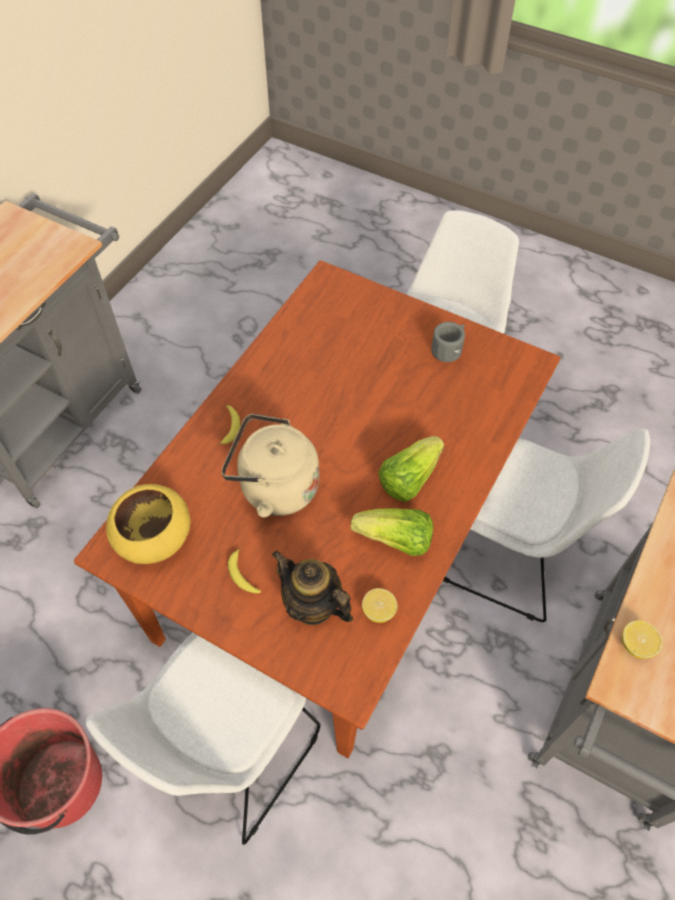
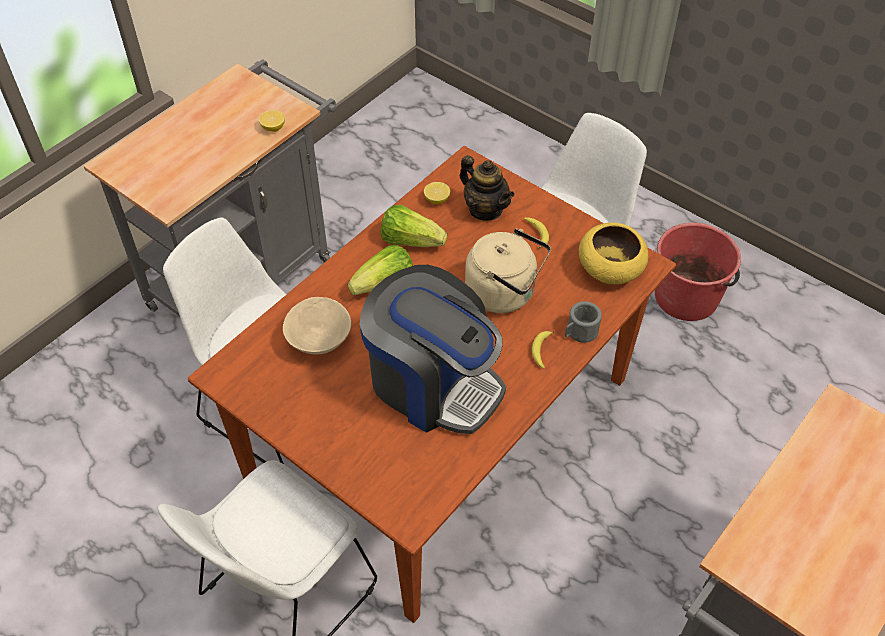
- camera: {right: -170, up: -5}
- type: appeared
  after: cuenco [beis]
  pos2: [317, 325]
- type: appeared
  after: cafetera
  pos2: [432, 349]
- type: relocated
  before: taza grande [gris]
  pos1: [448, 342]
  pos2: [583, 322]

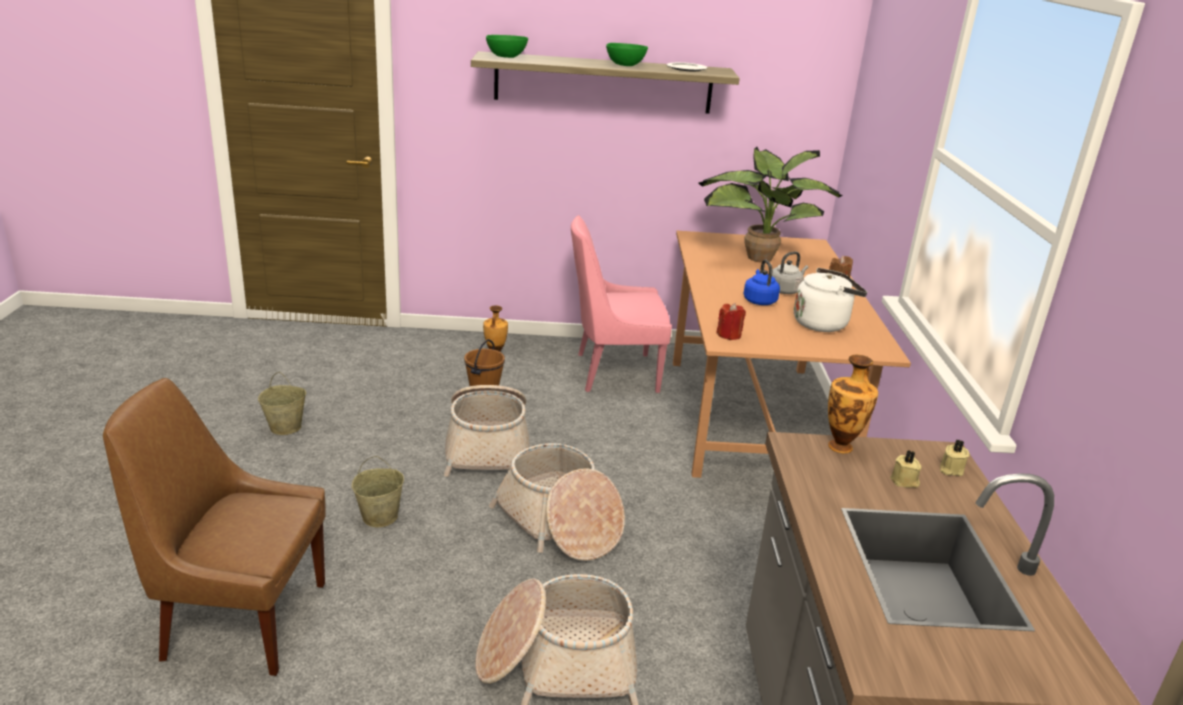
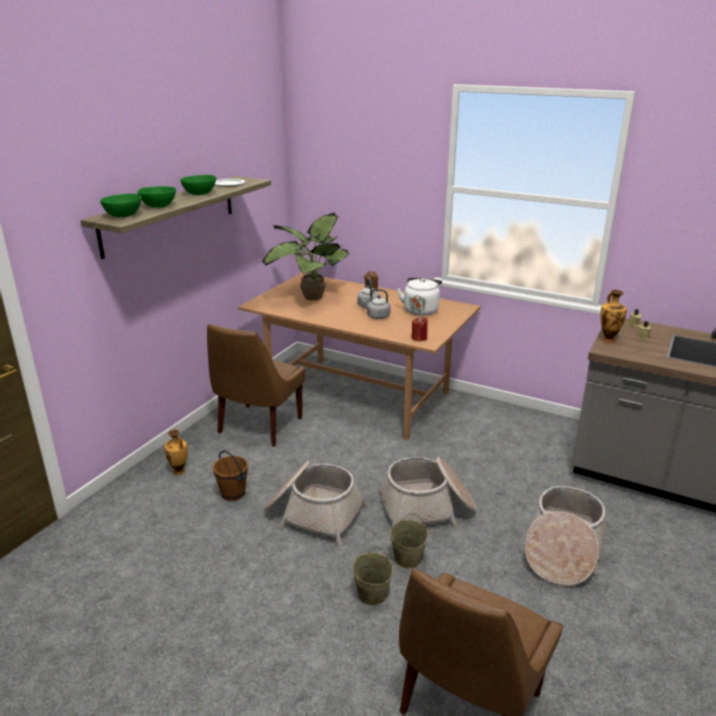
- camera: {right: -60, up: 0}
- type: appeared
  after: cuenco [verde]
  pos2: [156, 197]
- type: colour
  before: silla [rosa]
  after: silla [marrón]
  pos1: [621, 304]
  pos2: [256, 385]
- type: colour
  before: hervidor [azul]
  after: hervidor [gris]
  pos1: [761, 282]
  pos2: [376, 304]
- type: relocated
  before: cubo [beis]
  pos1: [282, 403]
  pos2: [409, 541]

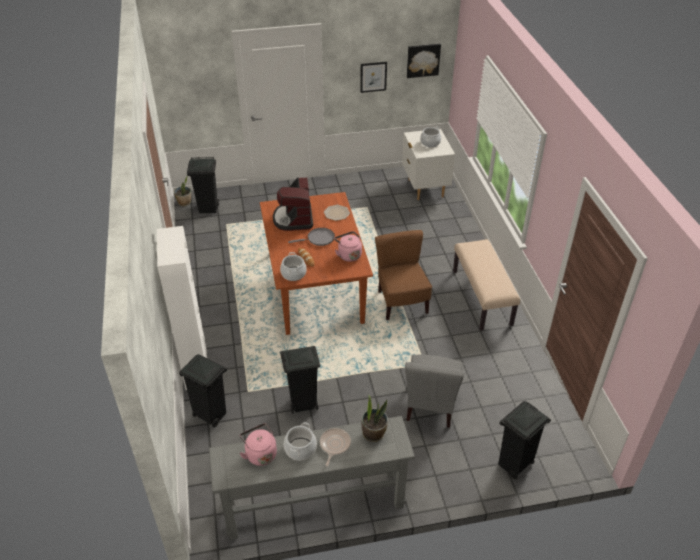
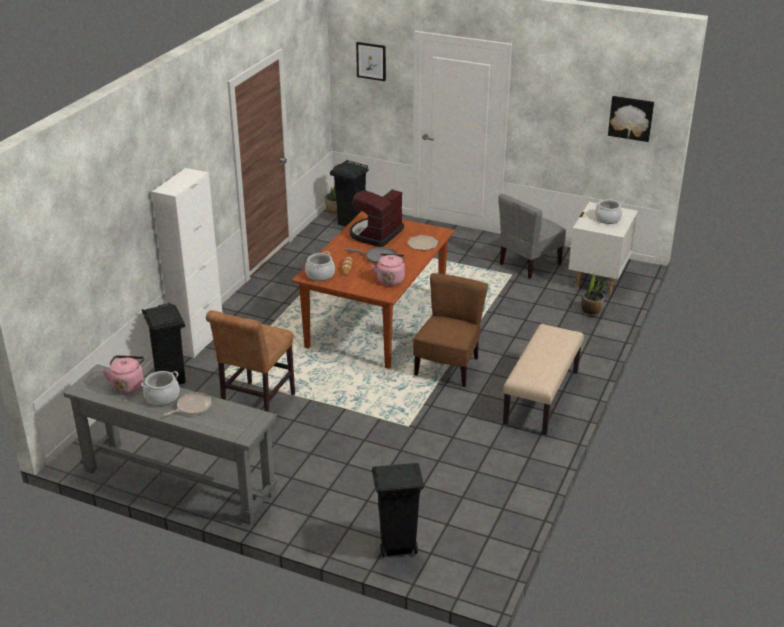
- camera: {right: 35, up: -10}
- type: exchanged
  before: papelera [negro]
  after: silla [marrón]
  pos1: [300, 380]
  pos2: [250, 361]
- type: relocated
  before: cuadro
  pos1: [373, 77]
  pos2: [371, 61]
- type: relocated
  before: silla [gris]
  pos1: [434, 391]
  pos2: [532, 236]
- type: relocated
  before: planta en maceta
  pos1: [375, 418]
  pos2: [594, 294]

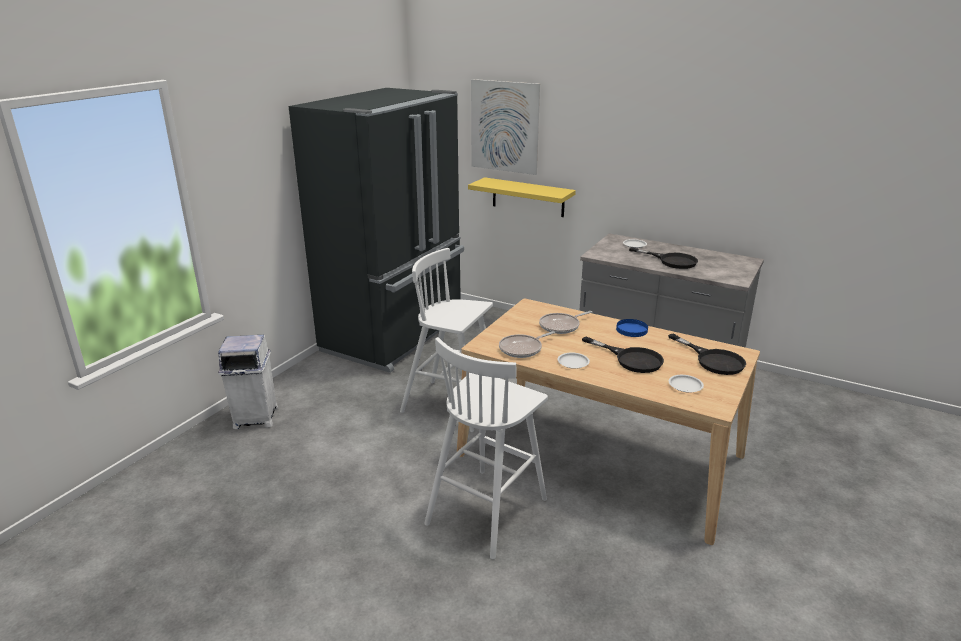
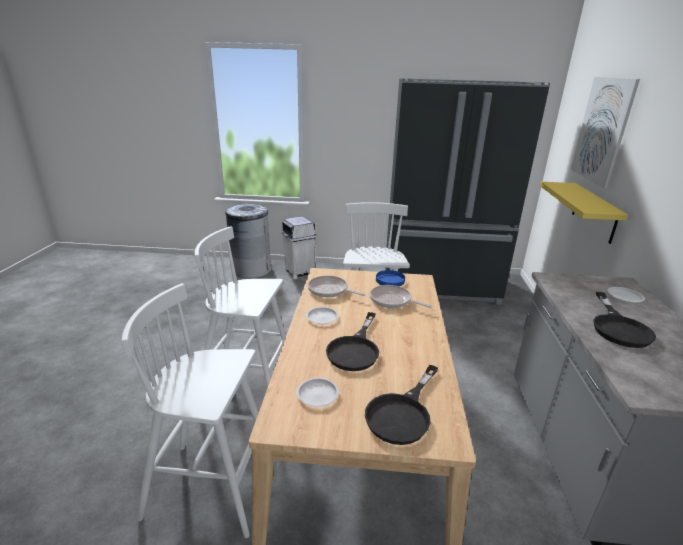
- camera: {right: 65, up: 0}
- type: appeared
  after: taburete [blanco]
  pos2: [198, 410]
- type: appeared
  after: papelera [gris]
  pos2: [248, 241]
- type: relocated
  before: plato [azul]
  pos1: [632, 328]
  pos2: [390, 278]

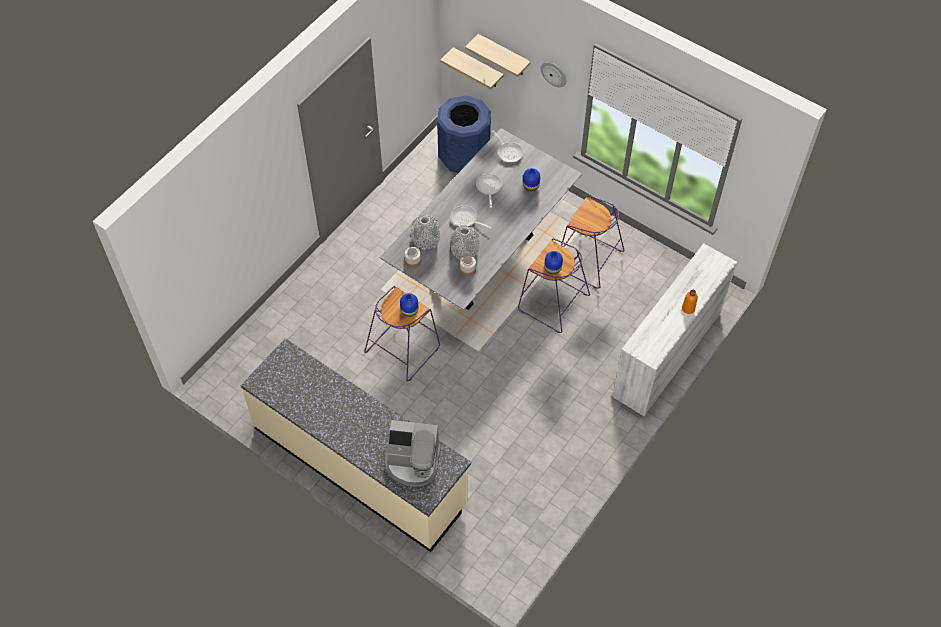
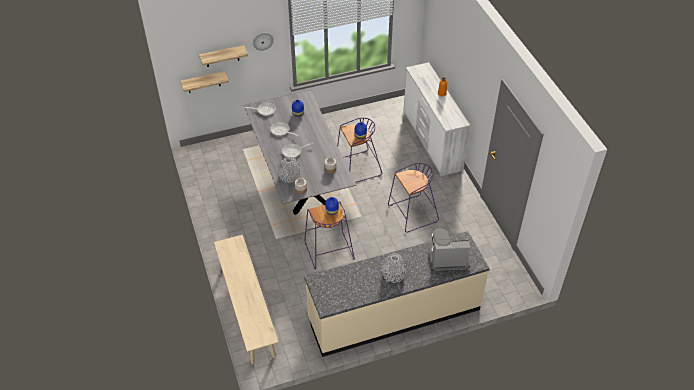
- camera: {right: -55, up: -10}
- type: appeared
  after: banco [beis]
  pos2: [246, 299]
- type: relocated
  before: florero [gris]
  pos1: [464, 242]
  pos2: [394, 268]
- type: relocated
  before: taburete [morado]
  pos1: [593, 242]
  pos2: [413, 197]
- type: spun
  before: cafetera
  pos1: [413, 453]
  pos2: [449, 250]
  turn: -135
- type: missing
  before: papelera [azul]
  pos1: [464, 134]

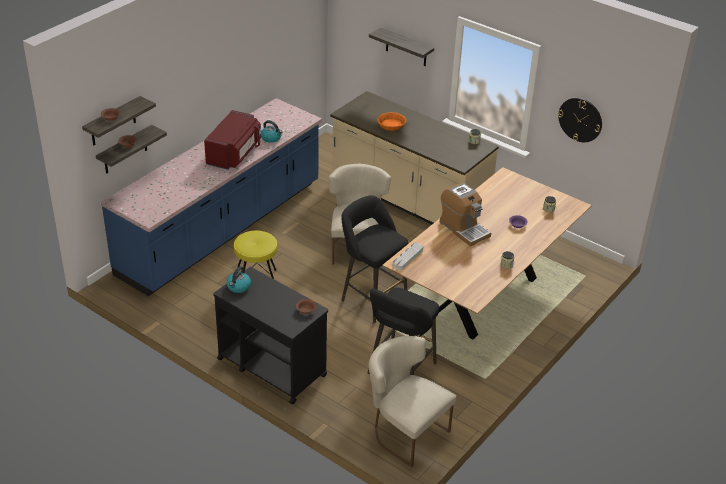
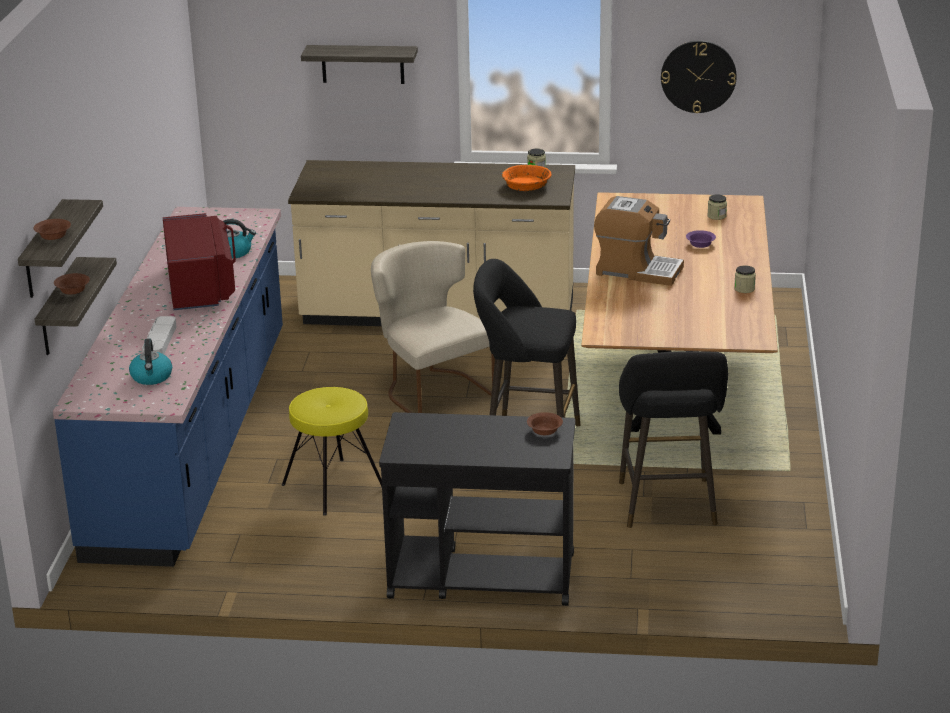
- camera: {right: -30, up: -10}
- type: relocated
  before: hervidor
  pos1: [238, 279]
  pos2: [150, 362]
- type: relocated
  before: bandeja [gris]
  pos1: [408, 256]
  pos2: [159, 335]
- type: relocated
  before: cuenco [naranja]
  pos1: [392, 121]
  pos2: [527, 177]
- type: missing
  before: silla [beis]
  pos1: [412, 401]

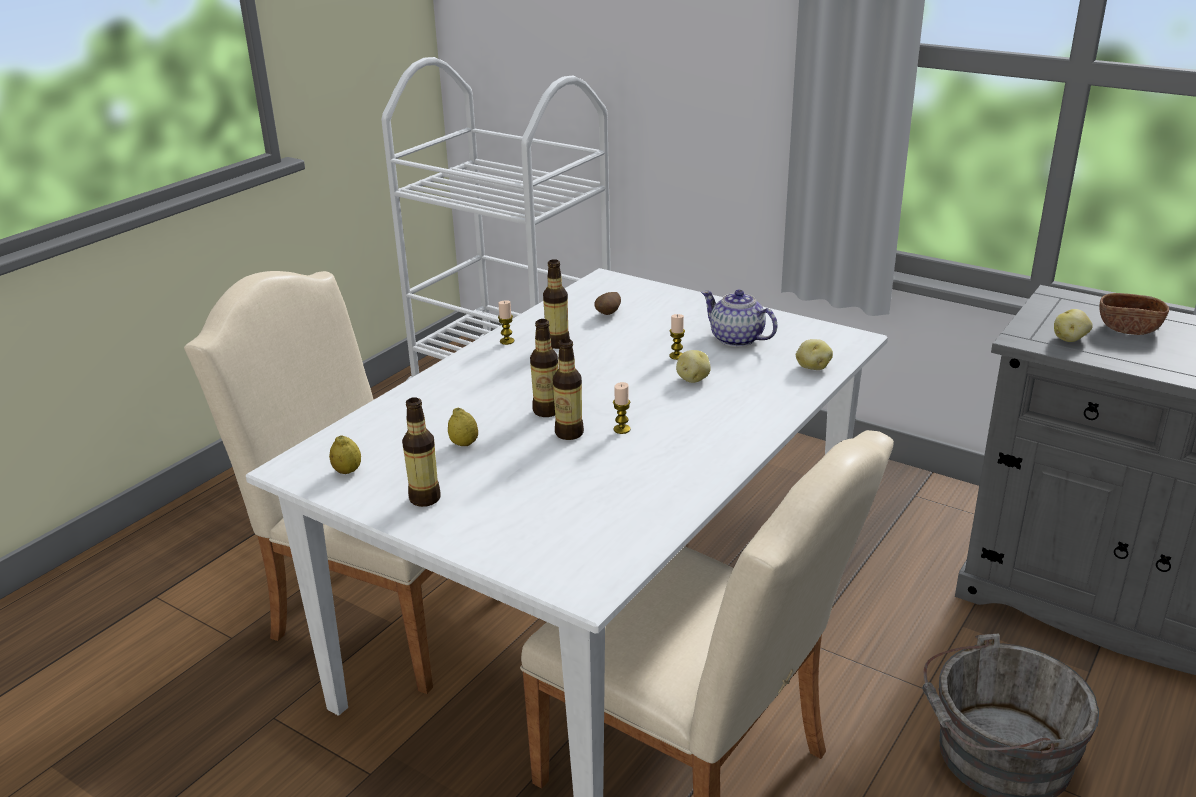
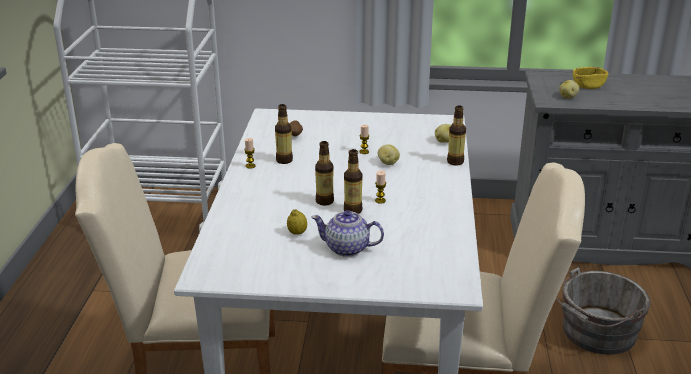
- camera: {right: -30, up: 0}
- type: relocated
  before: tetera
  pos1: [739, 318]
  pos2: [347, 233]
- type: relocated
  before: botella
  pos1: [421, 452]
  pos2: [456, 135]
- type: colour
  before: cuenco [marrón]
  after: cuenco [amarillo]
  pos1: [1134, 314]
  pos2: [590, 78]
- type: missing
  before: limón
  pos1: [345, 454]

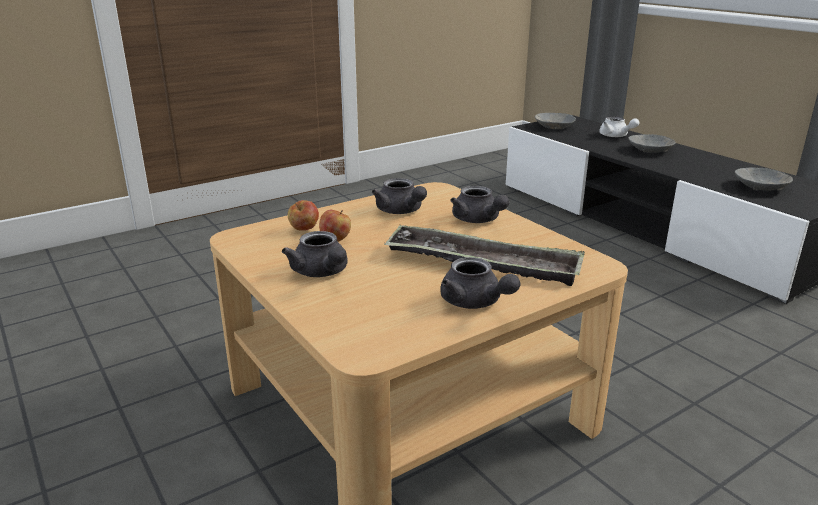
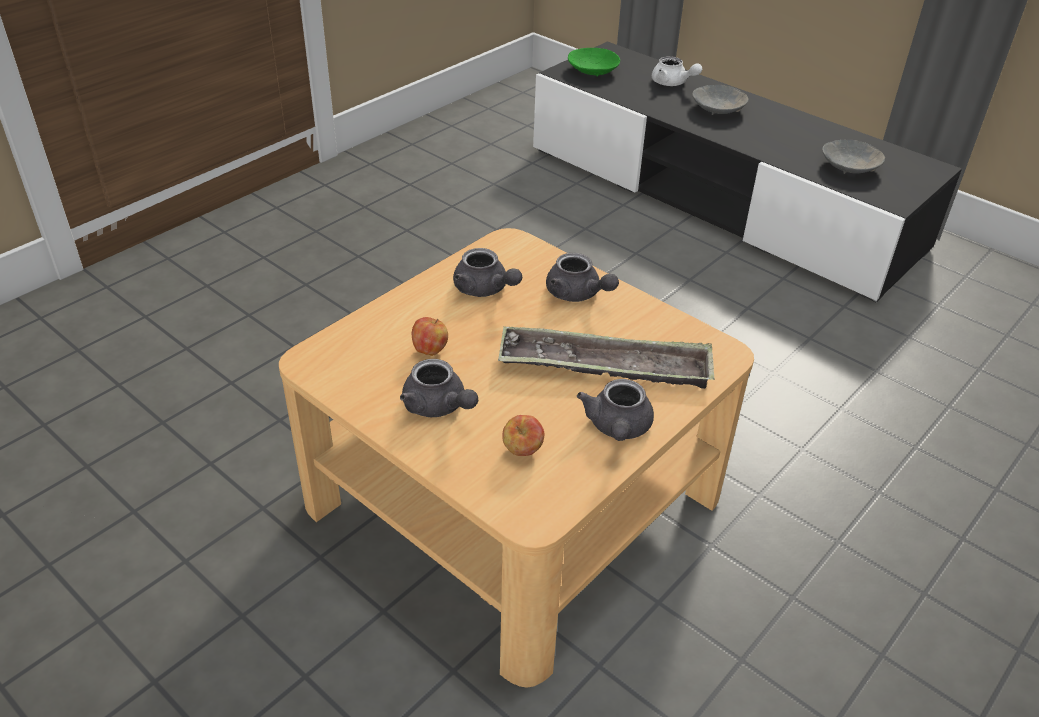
- camera: {right: -15, up: 15}
- type: relocated
  before: manzana
  pos1: [303, 215]
  pos2: [523, 435]
- type: colour
  before: cuenco [gris]
  after: cuenco [verde]
  pos1: [555, 121]
  pos2: [594, 62]
- type: spun
  before: tetera [gris]
  pos1: [480, 283]
  pos2: [615, 410]
  turn: 60

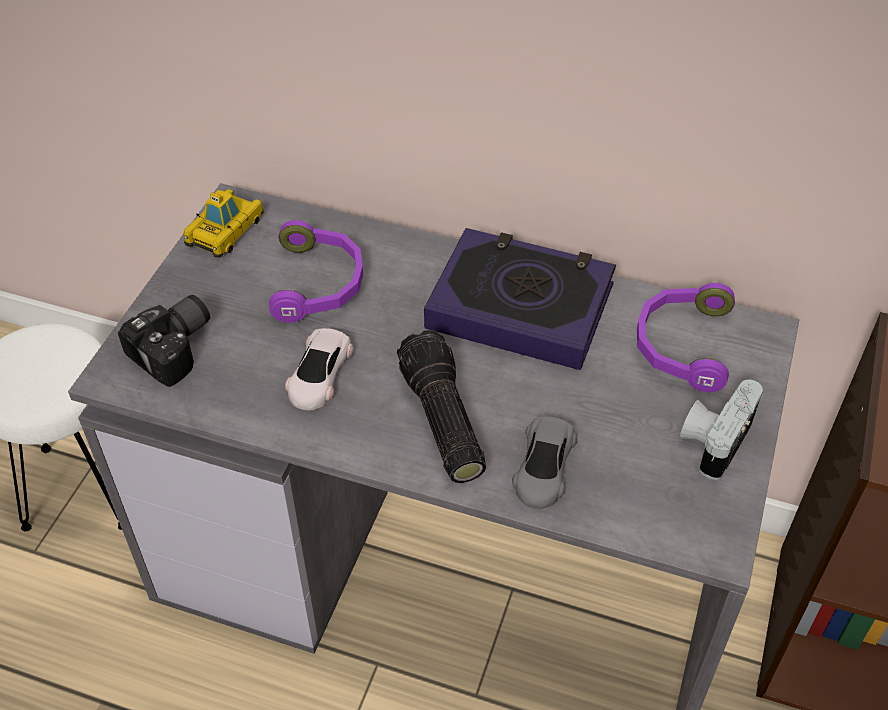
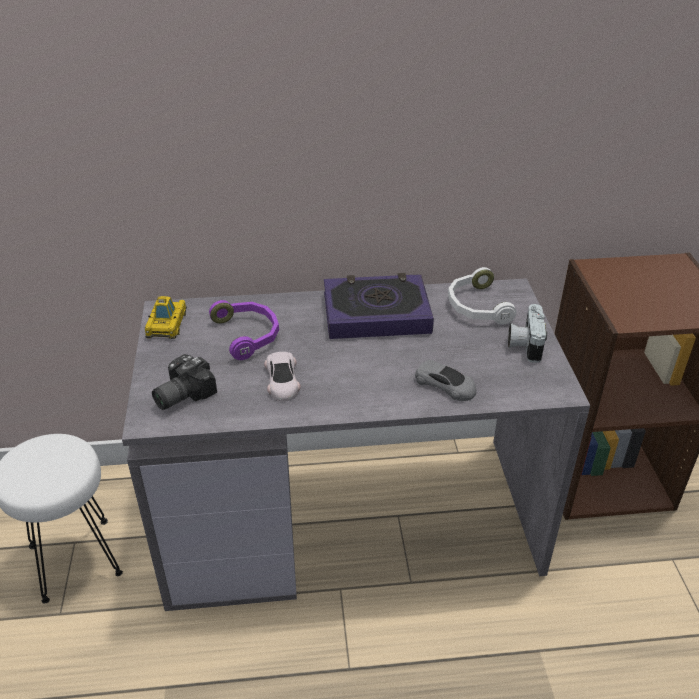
- camera: {right: -25, up: -10}
- type: spun
  before: cámara
  pos1: [164, 341]
  pos2: [184, 382]
  turn: -150
- type: spun
  before: coche de juguete [gris]
  pos1: [544, 462]
  pos2: [445, 380]
  turn: -45
- type: colour
  before: auriculares [morado]
  after: auriculares [blanco]
  pos1: [686, 337]
  pos2: [482, 296]
- type: missing
  before: linterna
  pos1: [441, 406]

